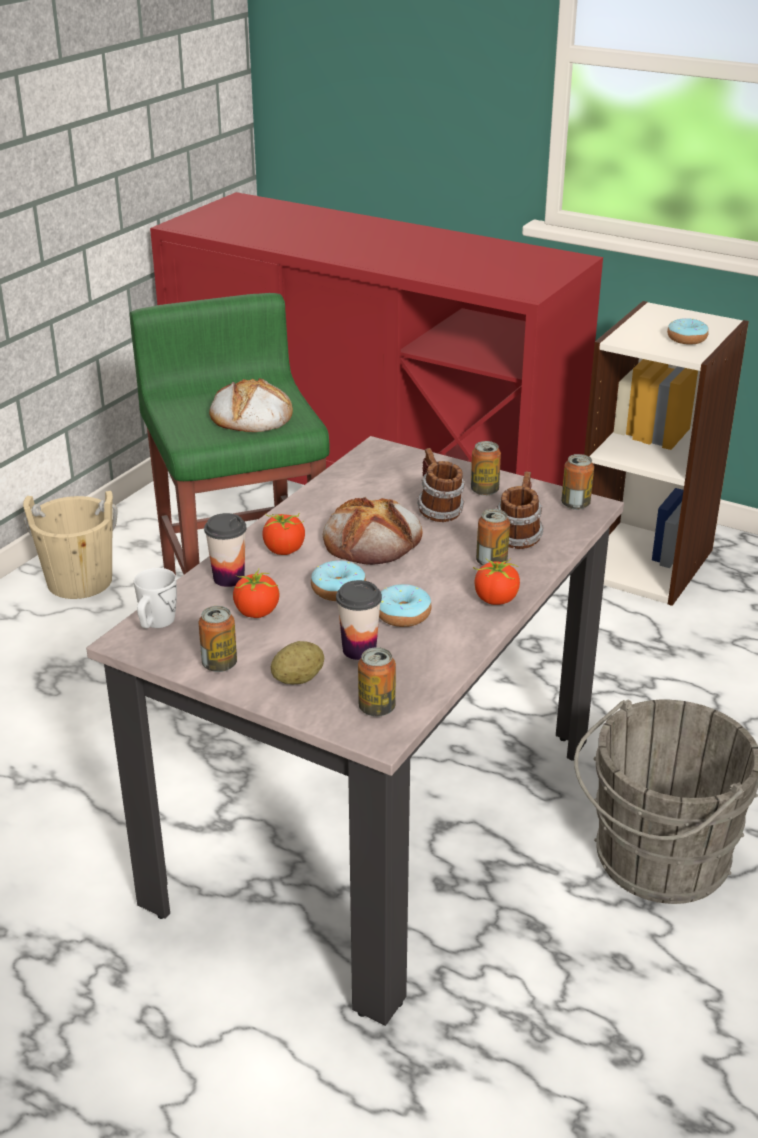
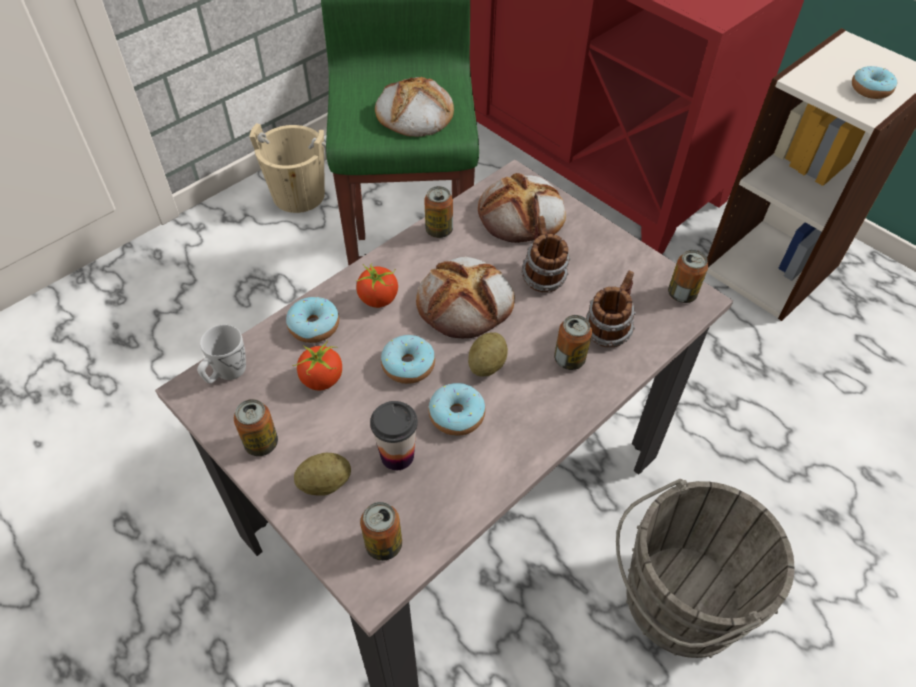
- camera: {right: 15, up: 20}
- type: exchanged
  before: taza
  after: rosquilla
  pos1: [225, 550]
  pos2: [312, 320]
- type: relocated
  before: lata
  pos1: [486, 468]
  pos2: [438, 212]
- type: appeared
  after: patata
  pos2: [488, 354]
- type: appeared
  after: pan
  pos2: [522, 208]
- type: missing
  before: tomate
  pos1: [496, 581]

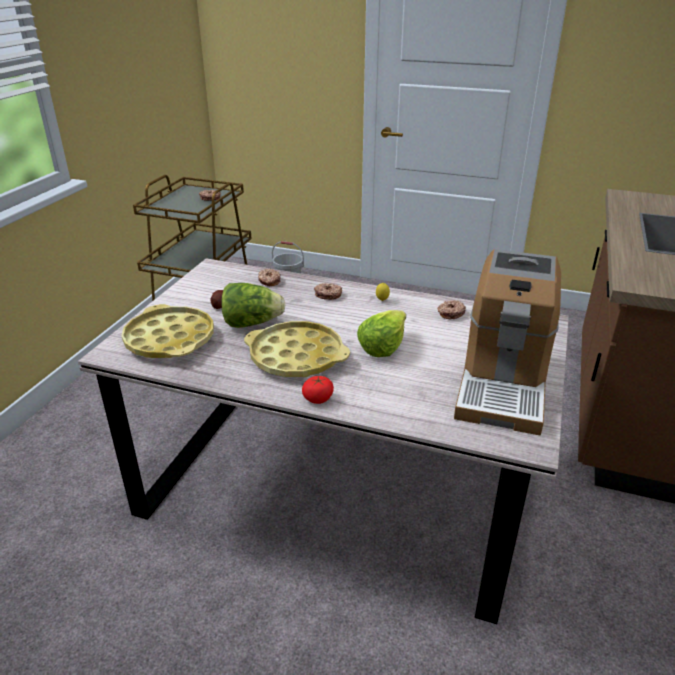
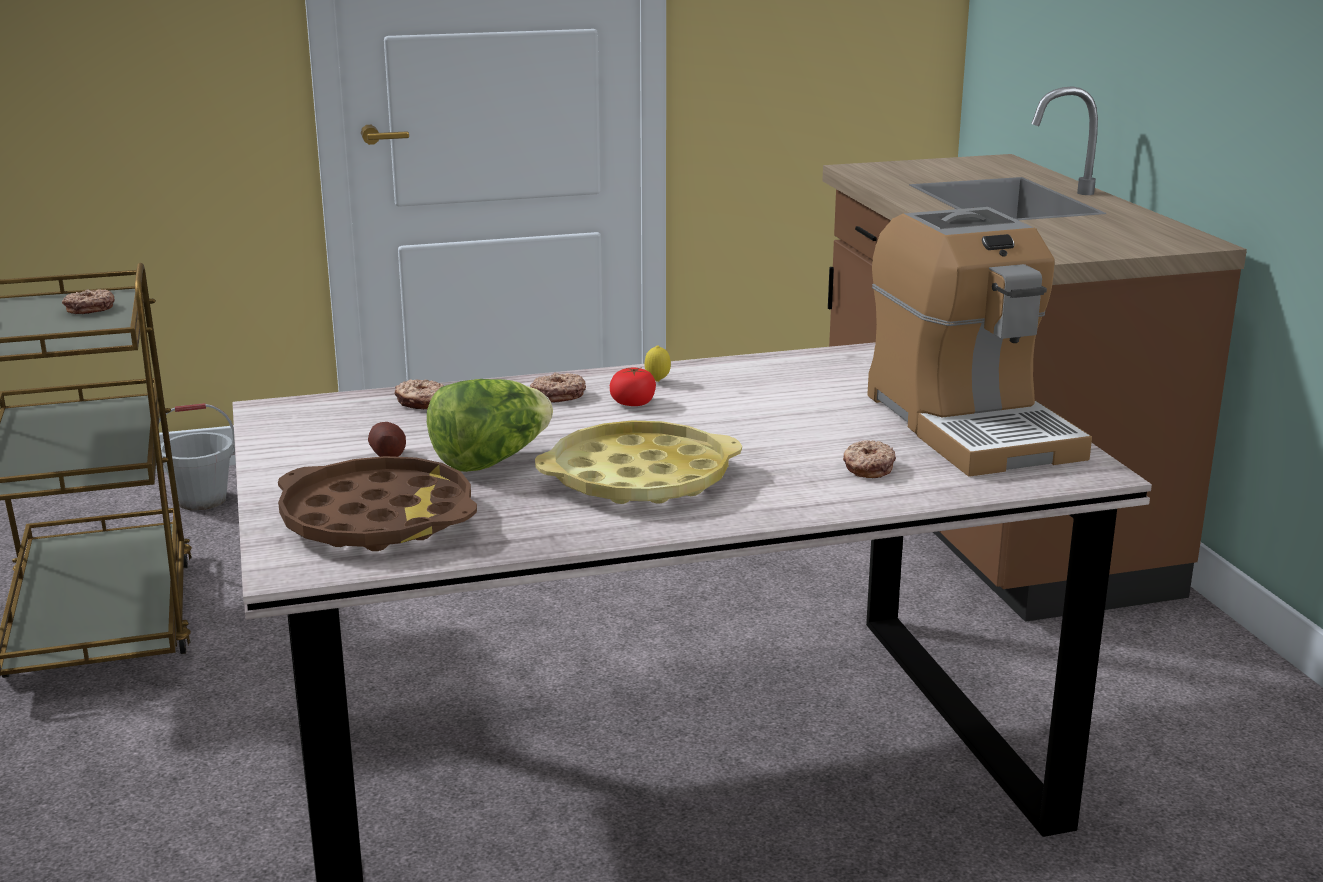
- camera: {right: -35, up: -10}
- type: colour
  before: bandeja [amarillo]
  after: bandeja [marrón]
  pos1: [167, 331]
  pos2: [377, 503]
- type: relocated
  before: tomate
  pos1: [318, 390]
  pos2: [633, 386]
- type: relocated
  before: rosquilla
  pos1: [452, 310]
  pos2: [869, 459]
- type: missing
  before: lechuga
  pos1: [381, 333]

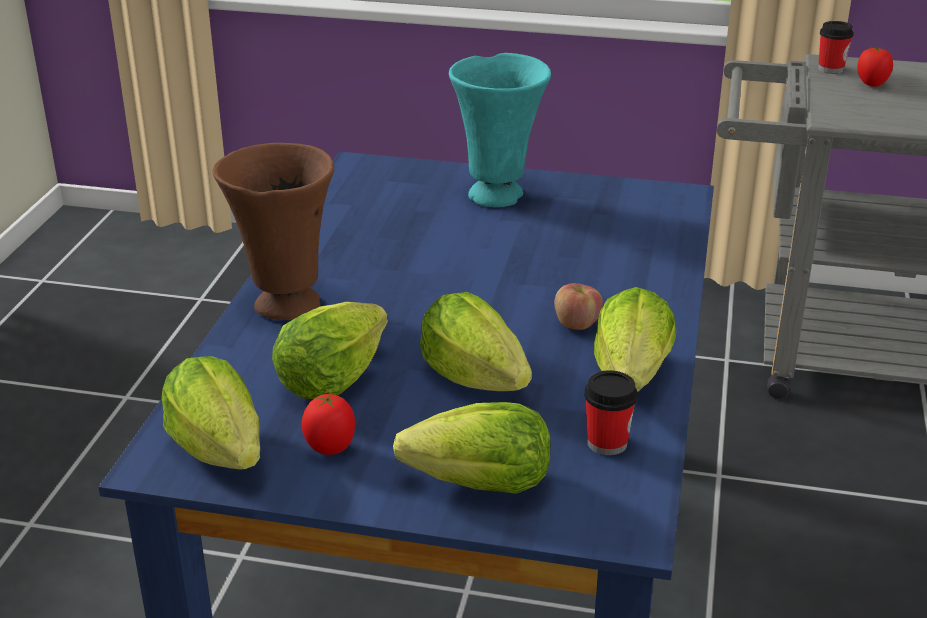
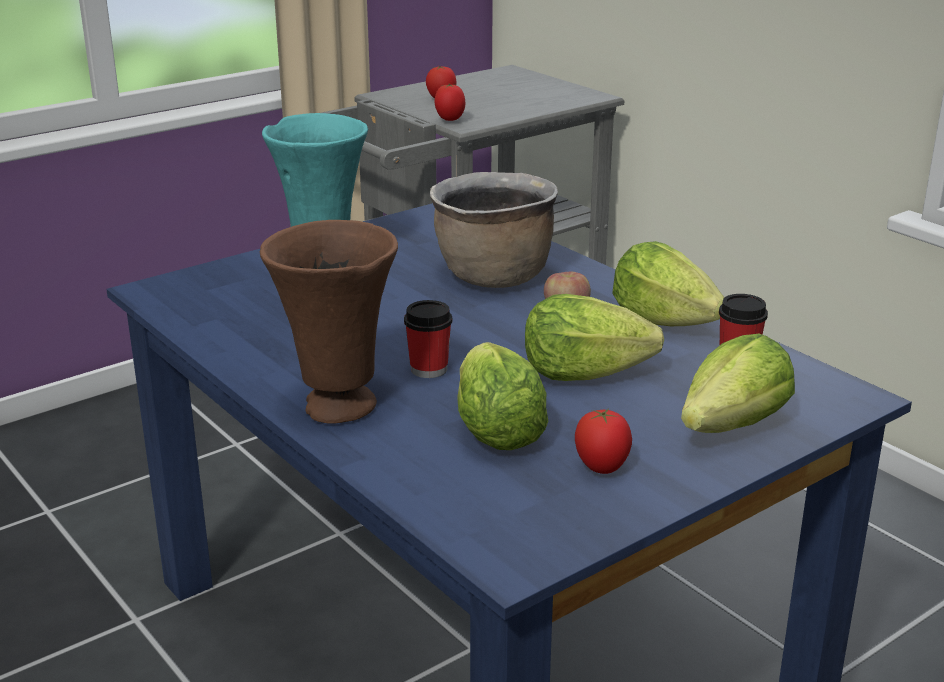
- camera: {right: -50, up: -5}
- type: relocated
  before: taza
  pos1: [836, 47]
  pos2: [428, 339]
- type: appeared
  after: olla [marrón]
  pos2: [494, 230]
- type: appeared
  after: tomate
  pos2: [449, 102]
- type: missing
  before: lechuga
  pos1: [211, 412]

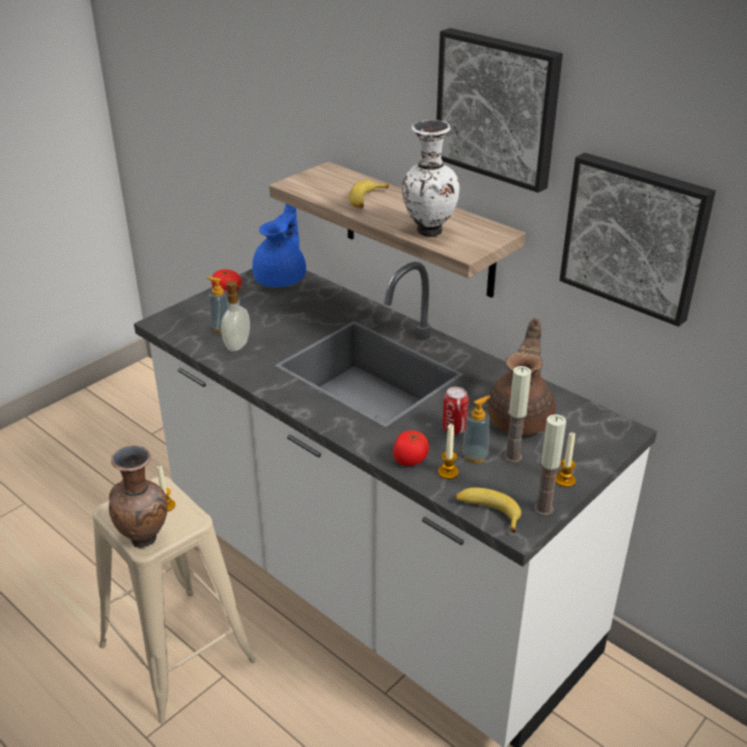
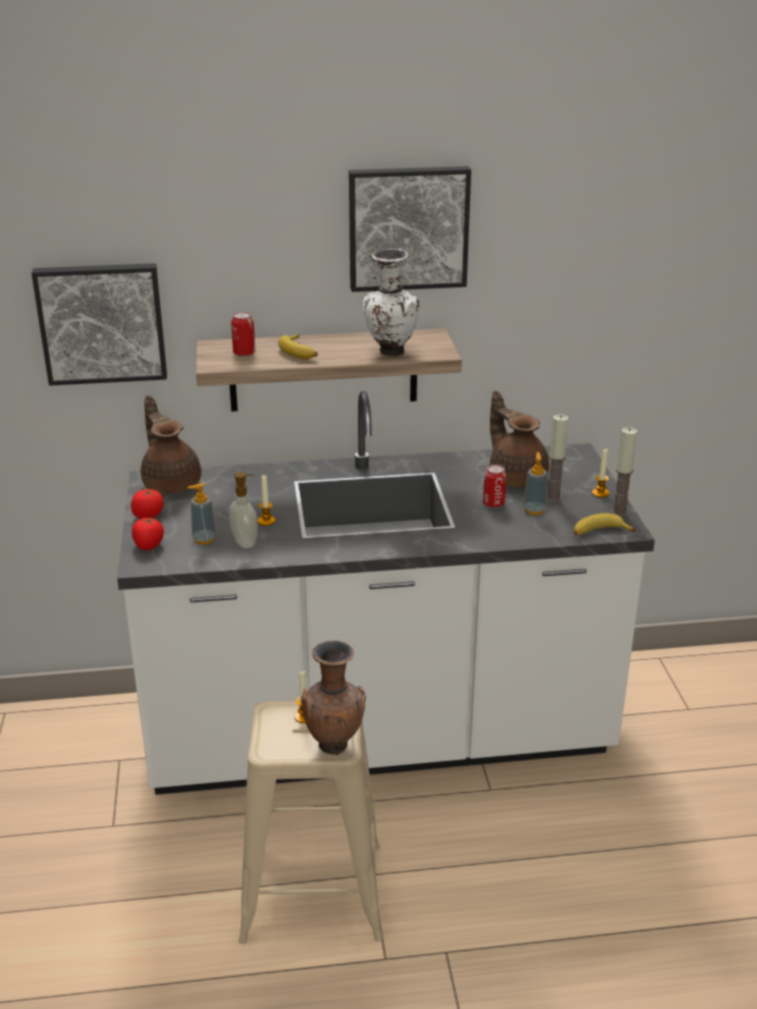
- camera: {right: -50, up: -5}
- type: relocated
  before: cuadro
  pos1: [637, 240]
  pos2: [99, 324]
- type: relocated
  before: tomate
  pos1: [411, 448]
  pos2: [148, 533]
- type: colour
  before: tetera [azul]
  after: tetera [marrón]
  pos1: [279, 245]
  pos2: [171, 445]
- type: appeared
  after: lata
  pos2: [243, 334]
- type: relocated
  before: vela
  pos1: [448, 451]
  pos2: [266, 500]

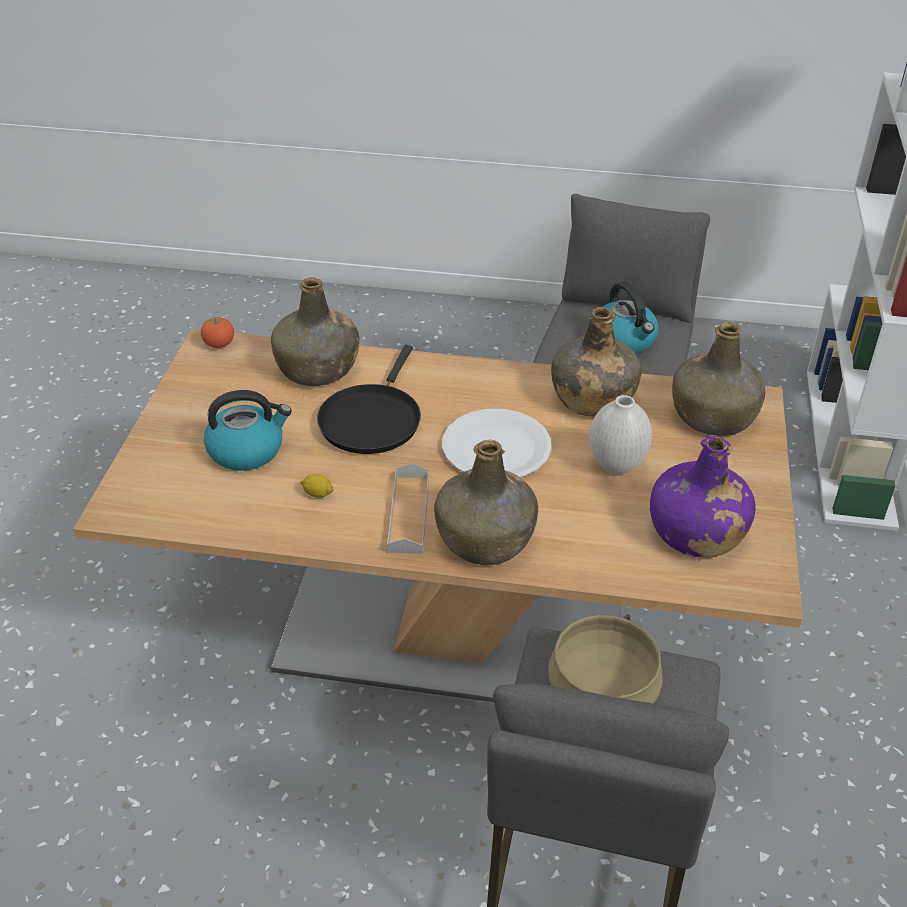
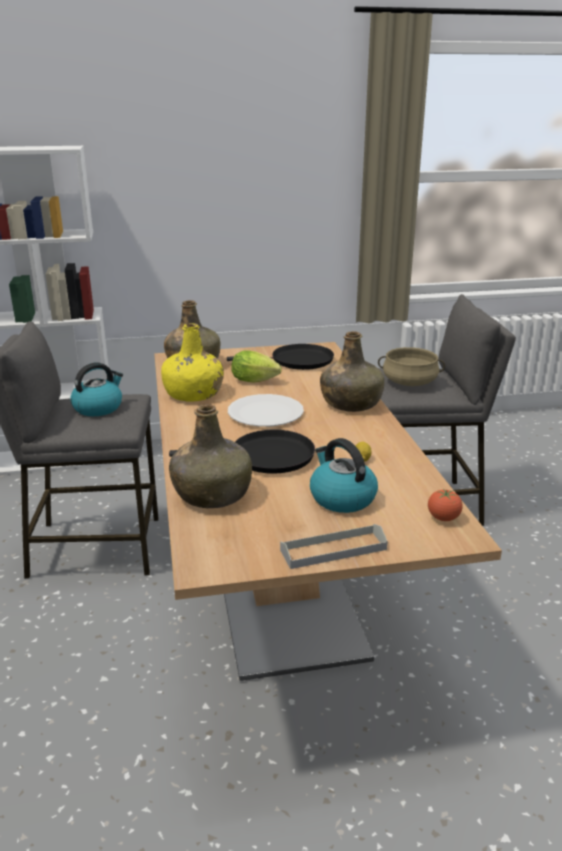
- camera: {right: -110, up: -15}
- type: colour
  before: botella [verde]
  after: botella [amarillo]
  pos1: [596, 362]
  pos2: [192, 362]
- type: exchanged
  before: botella [morado]
  after: sartén [negro]
  pos1: [703, 497]
  pos2: [280, 357]
- type: exchanged
  before: florero [blanco]
  after: lechuga
  pos1: [620, 434]
  pos2: [256, 366]
- type: relocated
  before: bandeja [gris]
  pos1: [408, 508]
  pos2: [334, 546]
- type: relocated
  before: tomate
  pos1: [217, 332]
  pos2: [445, 505]

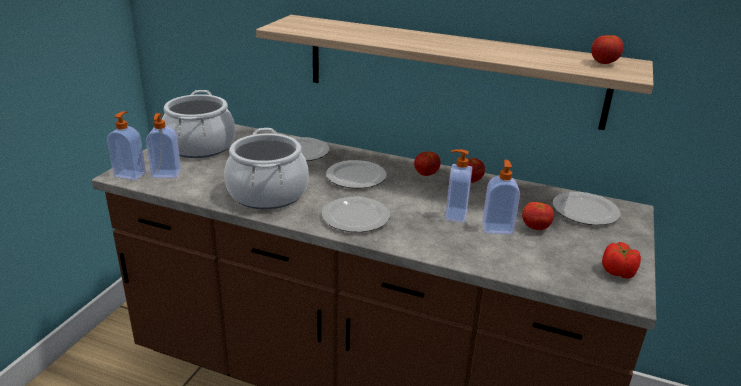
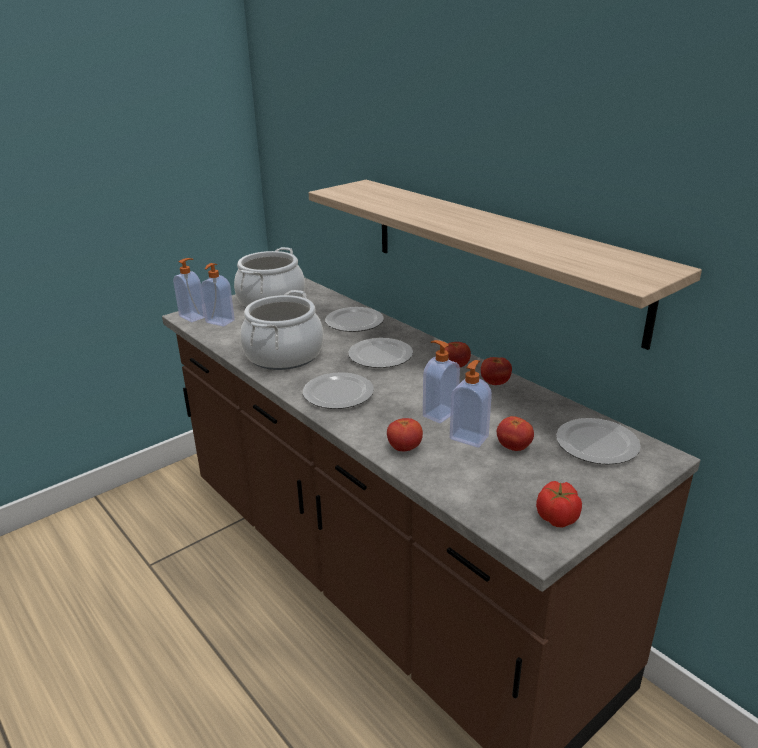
- camera: {right: 30, up: 0}
- type: relocated
  before: tomate
  pos1: [607, 49]
  pos2: [405, 434]

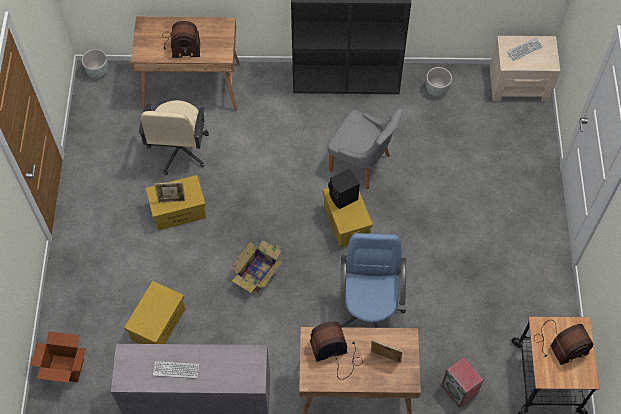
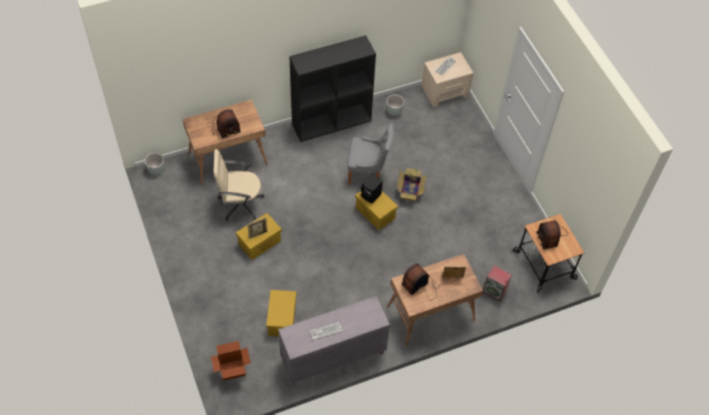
- camera: {right: -25, up: -5}
- type: spun
  before: silla de oficina [beis]
  pos1: [174, 137]
  pos2: [239, 185]
  turn: 105
- type: relocated
  before: caja de cartón
  pos1: [257, 266]
  pos2: [412, 184]
- type: spun
  before: radio
  pos1: [563, 342]
  pos2: [552, 235]
  turn: 120
- type: missing
  before: silla de oficina [azul]
  pos1: [373, 280]

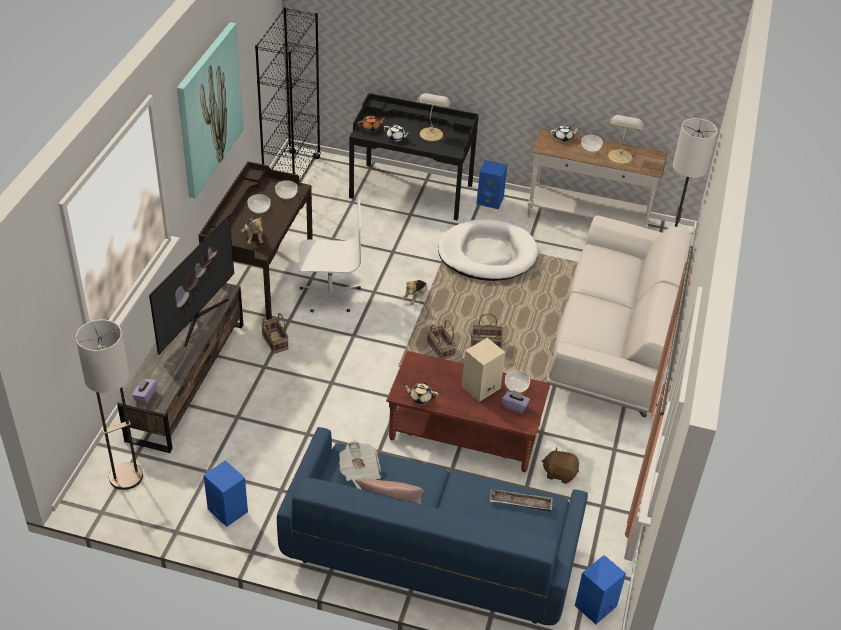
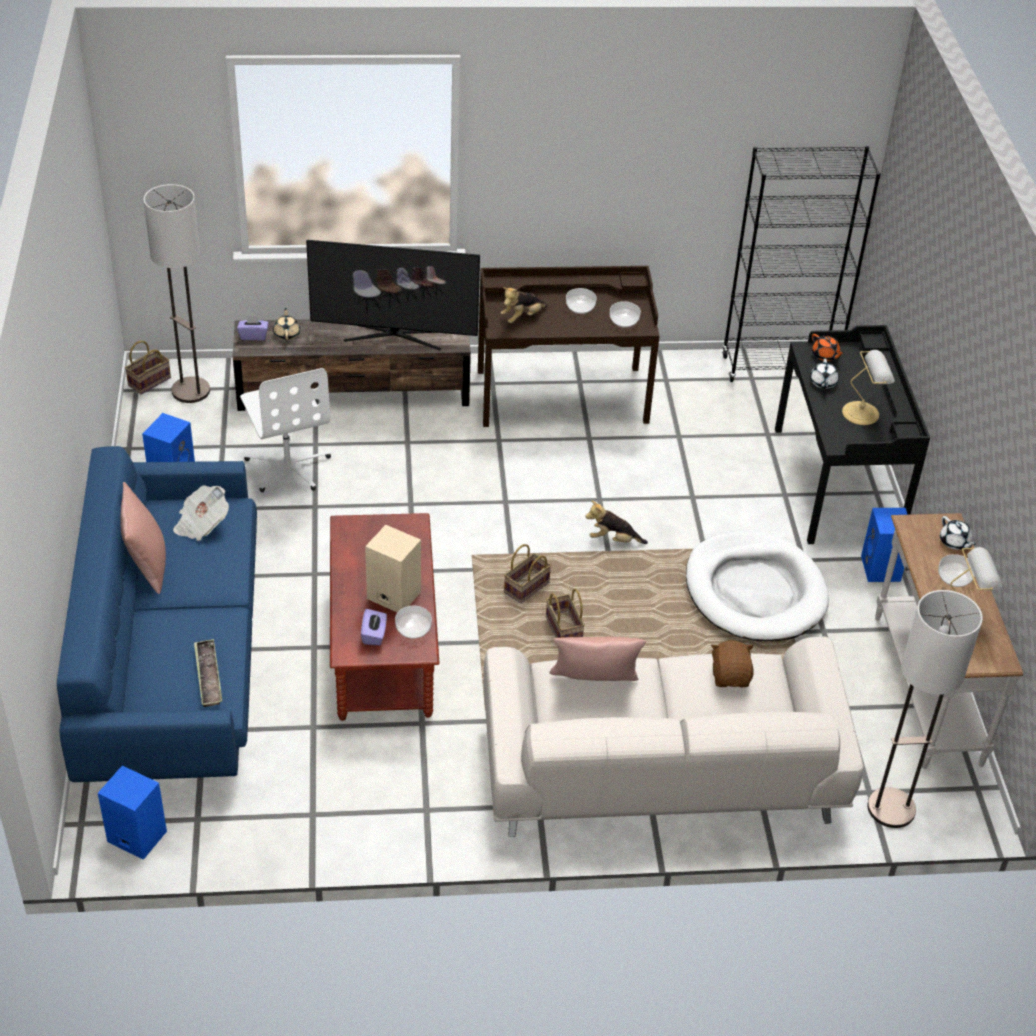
- camera: {right: 70, up: 0}
- type: relocated
  before: cesta
  pos1: [275, 333]
  pos2: [148, 367]
- type: relocated
  before: silla de oficina [blanco]
  pos1: [330, 256]
  pos2: [285, 430]
- type: relocated
  before: tetera [beis]
  pos1: [420, 393]
  pos2: [286, 324]
- type: appeared
  after: cojín [rosa]
  pos2: [598, 659]
- type: relocated
  before: peluche [marrón]
  pos1: [560, 465]
  pos2: [732, 663]
- type: missing
  before: cuadro
  pos1: [210, 110]

